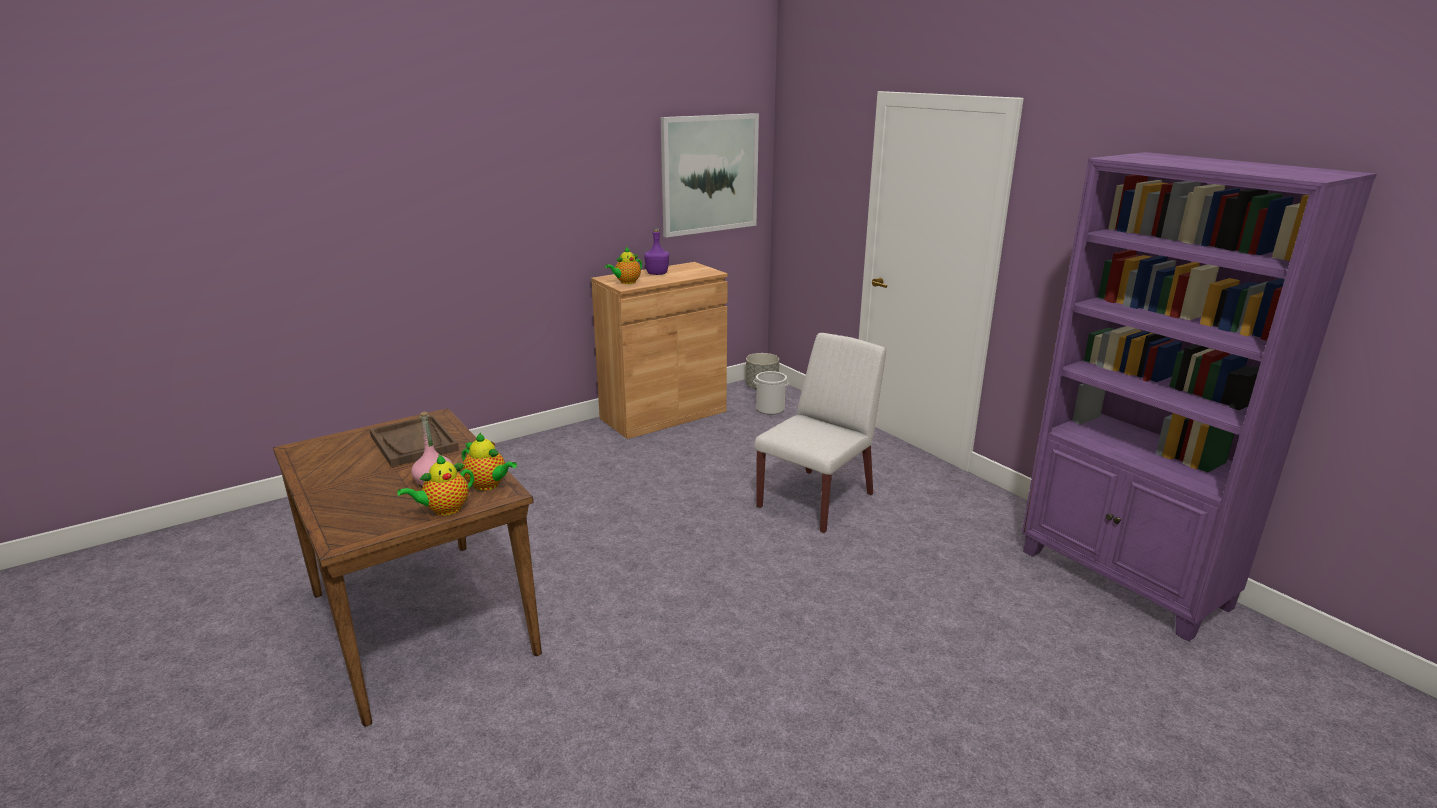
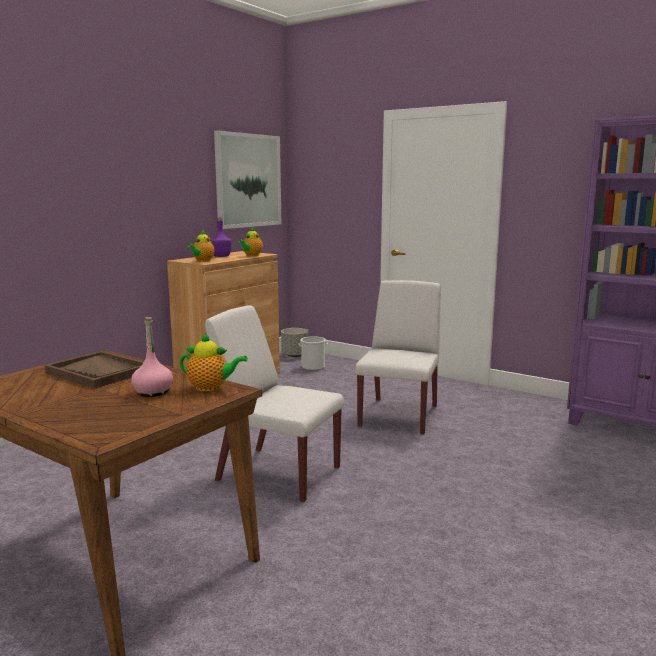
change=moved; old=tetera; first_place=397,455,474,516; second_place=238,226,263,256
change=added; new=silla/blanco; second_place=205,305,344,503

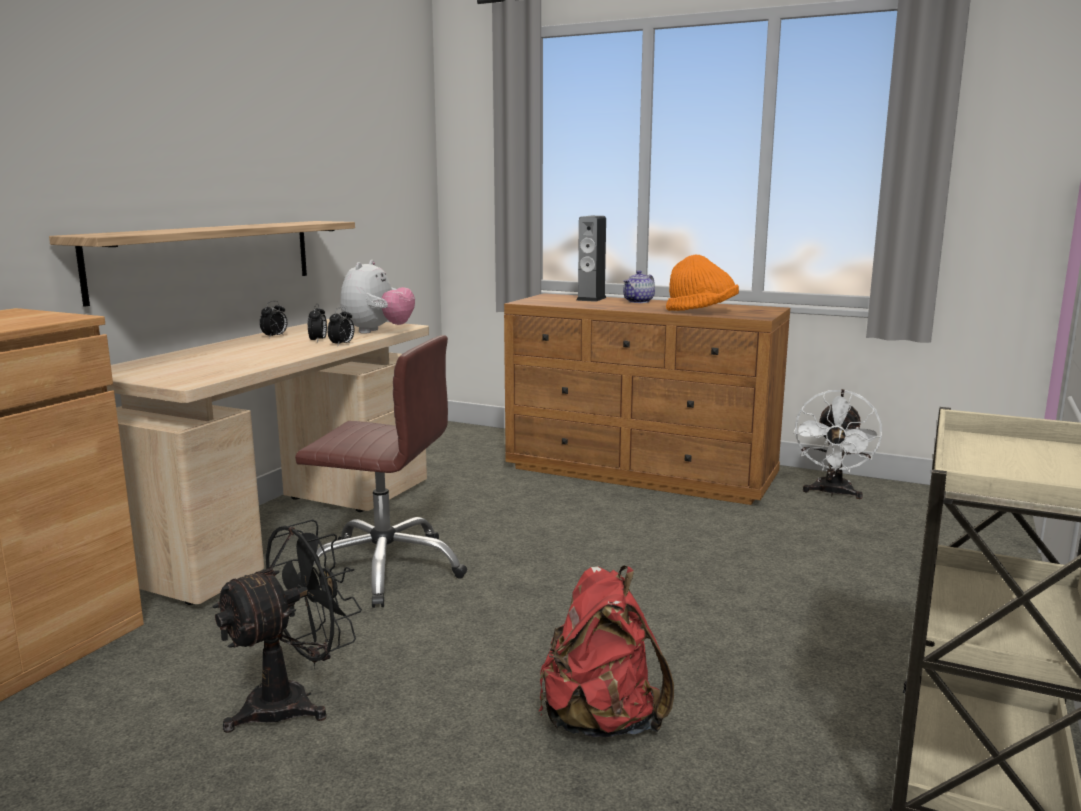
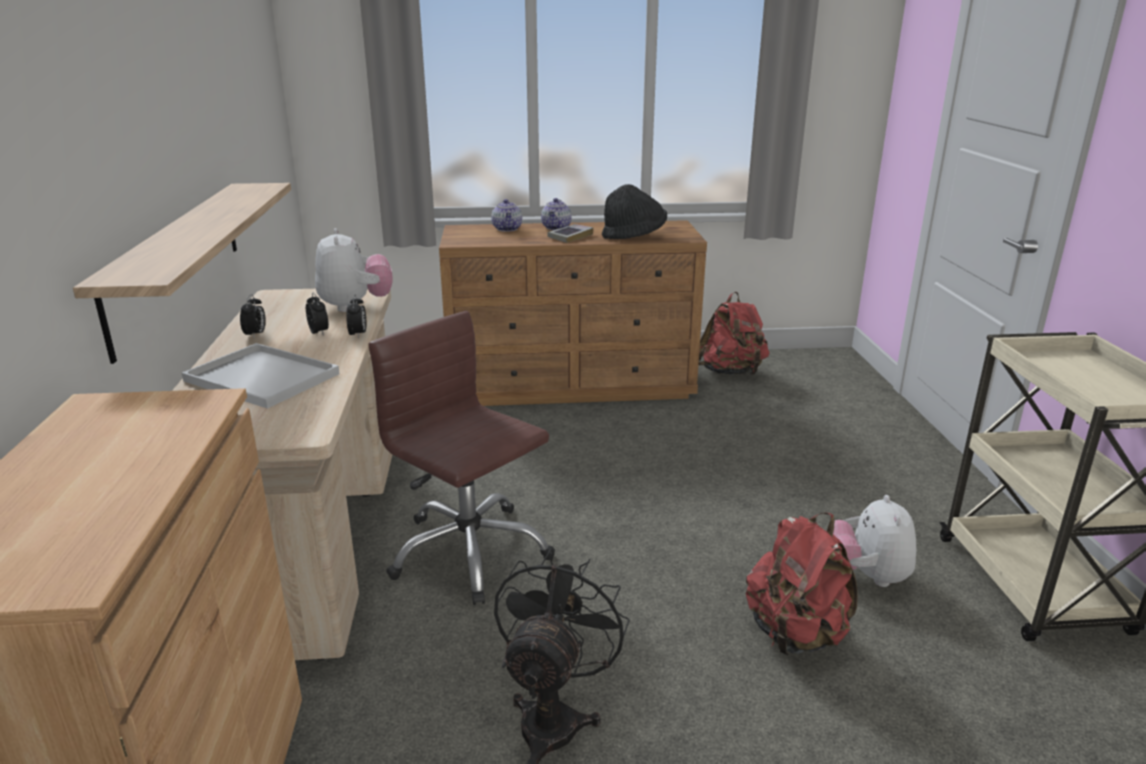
change=turned; old=silla de oficina/marrón; first_place=295,335,467,608; second_place=369,311,555,605; degrees=-120
change=replaced; old=altavoz; new=tetera; first_place=576,216,607,302; second_place=491,199,522,232
change=recoloured; old=sombrero/naranja; new=sombrero/negro; first_place=666,254,739,311; second_place=602,184,667,239
change=replaced; old=ventilador/blanco; new=mochila/rojo; first_place=793,389,882,499; second_place=699,292,770,375
change=added; new=bandeja/blanco; second_place=182,343,340,409
change=added; new=libro; second_place=547,224,593,243
change=added; new=peluche; second_place=833,495,916,587

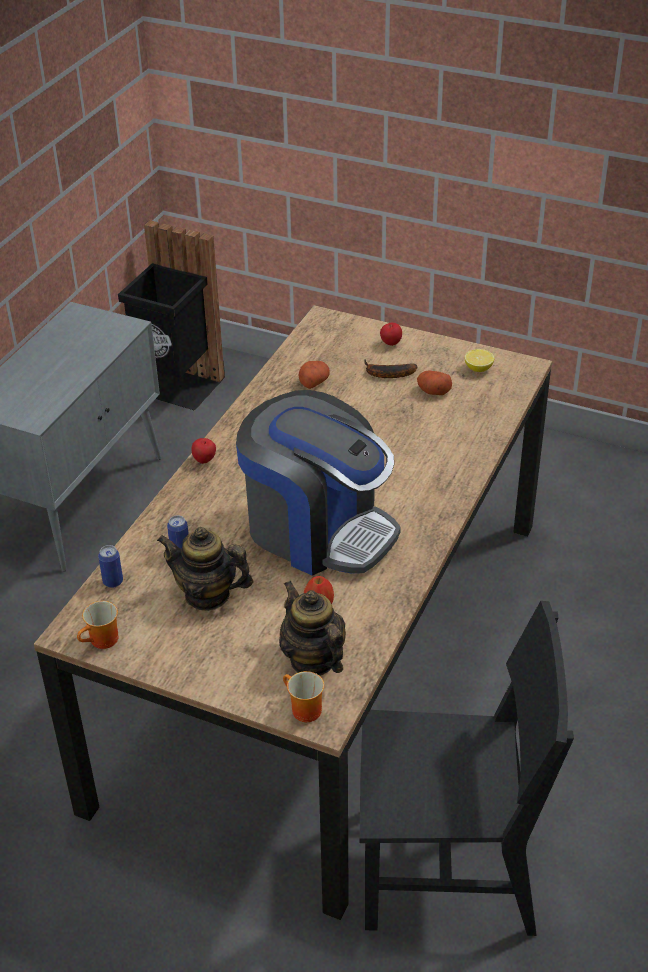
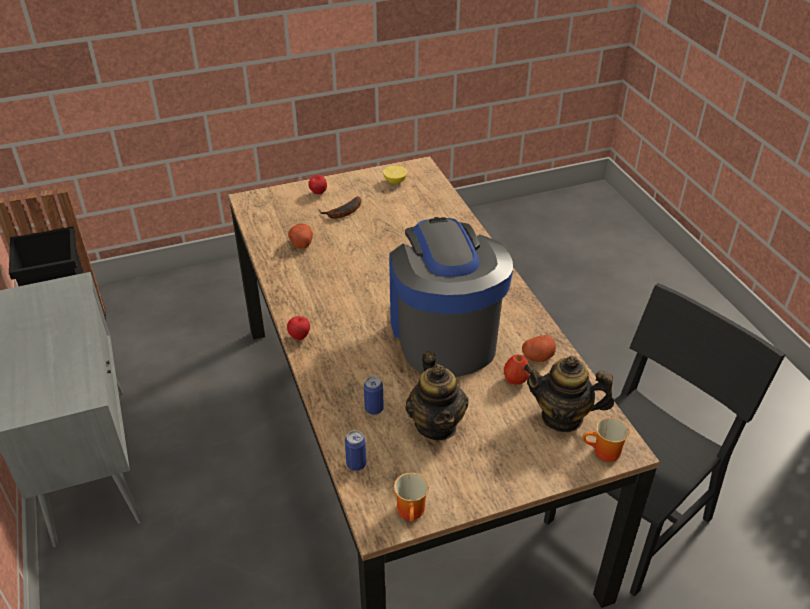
change=turned; old=tetera; first_place=157,527,254,611; second_place=405,351,468,440; degrees=-75
change=turned; old=cafetera; first_place=236,390,401,576; second_place=389,217,513,377; degrees=-90
change=moved; old=patata; first_place=417,371,452,395; second_place=522,335,556,362

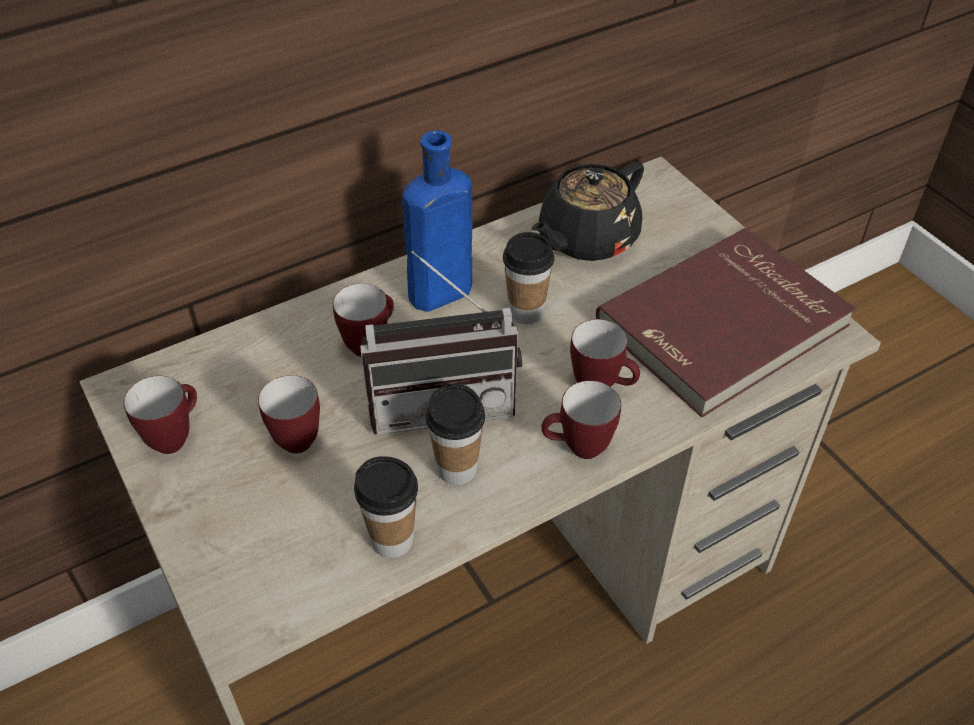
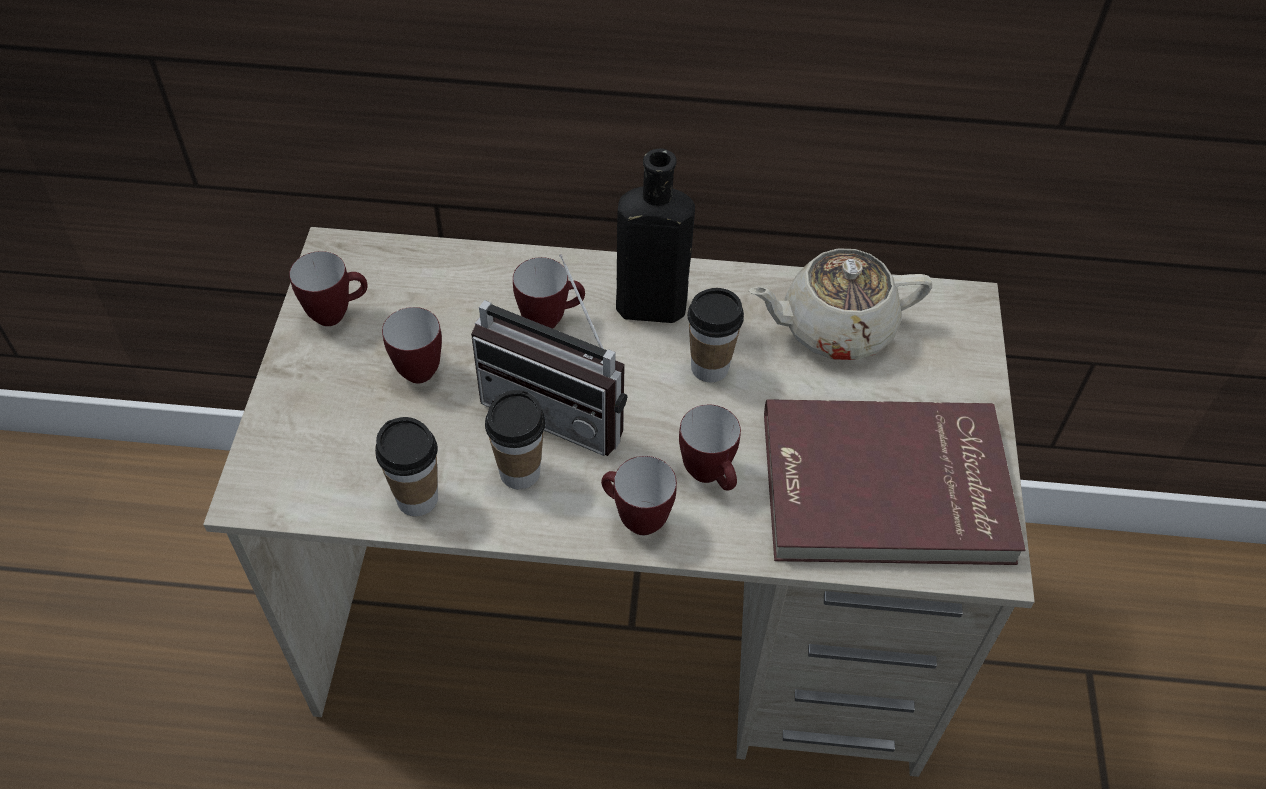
change=recoloured; old=botella/azul; new=botella/negro; first_place=402,130,472,312; second_place=616,149,695,323
change=recoloured; old=tetera/negro; new=tetera/beis; first_place=532,162,644,261; second_place=749,248,932,360

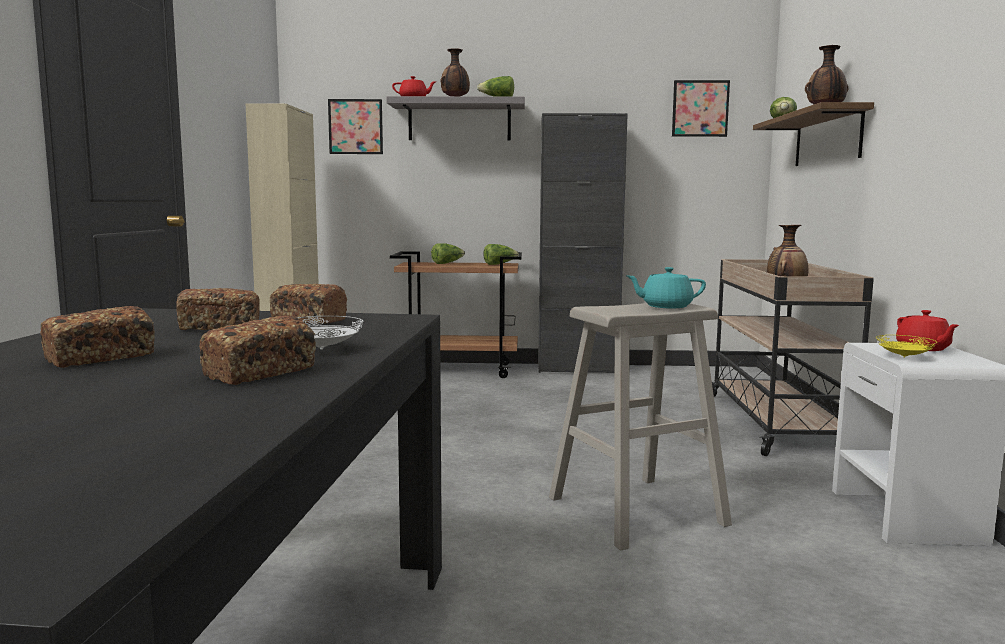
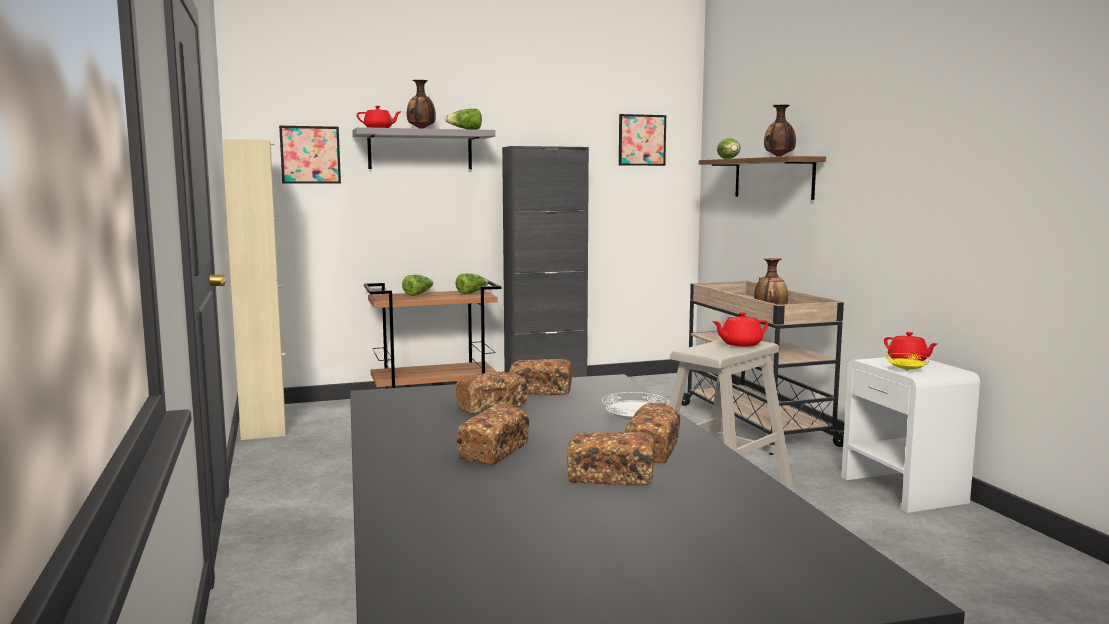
change=recoloured; old=tetera/turquesa; new=tetera/rojo; first_place=627,267,706,308; second_place=712,312,768,347
change=added; new=pan; second_place=567,432,655,486

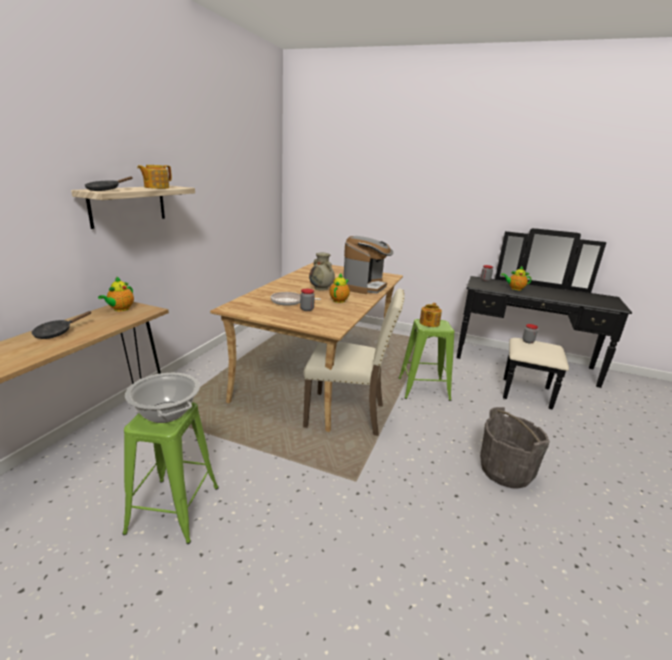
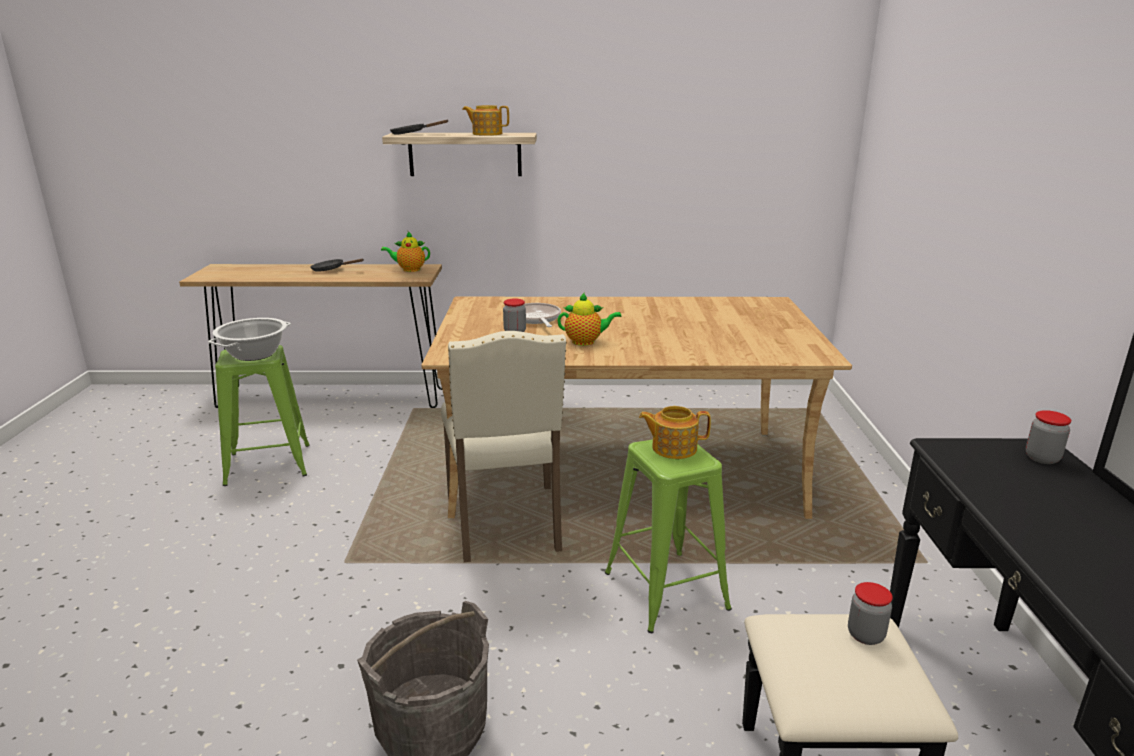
change=removed; old=florero/beis; first_place=309,253,335,291
change=removed; old=cafetera; first_place=343,236,393,294
change=removed; old=tetera; first_place=501,266,531,291

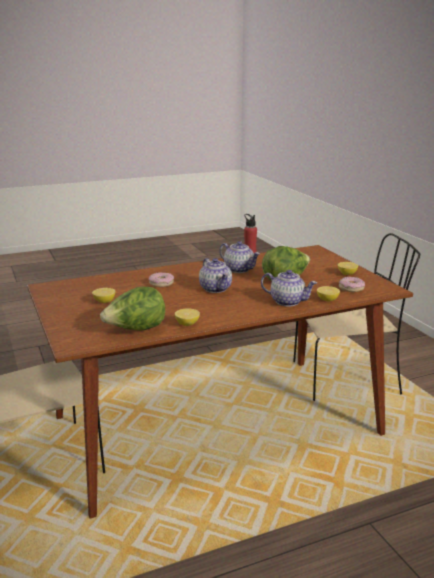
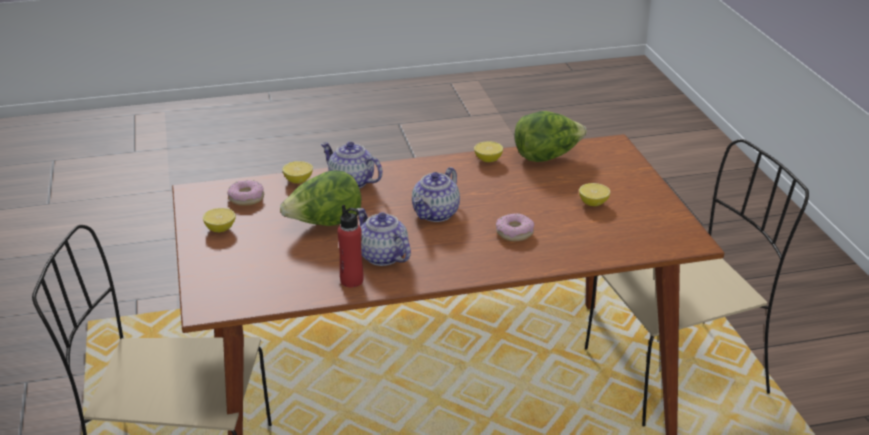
change=turned; old=tetera; first_place=199,258,232,293; second_place=412,167,460,222; degrees=-135

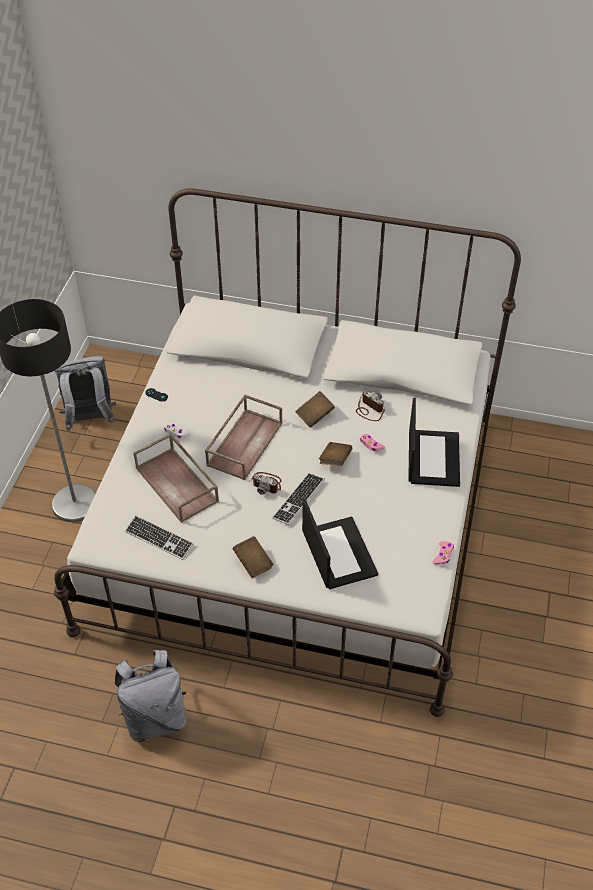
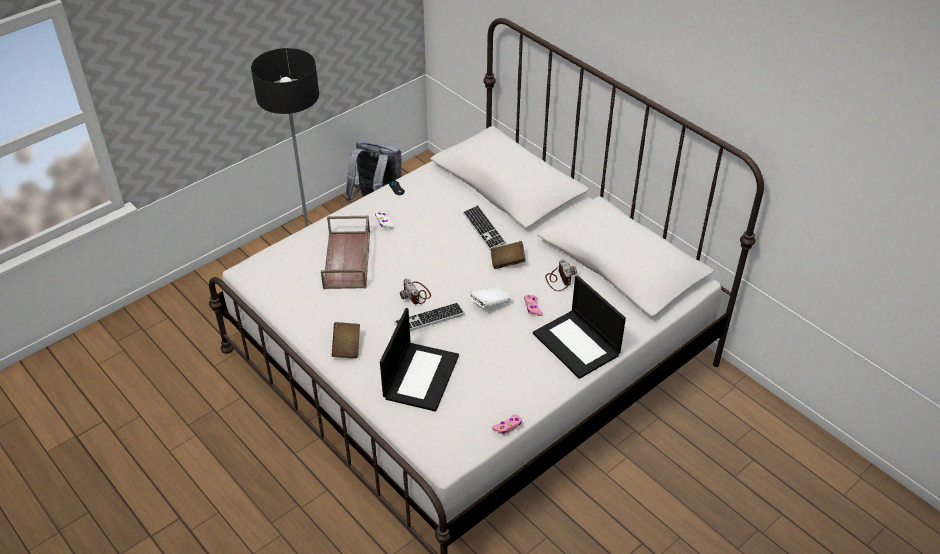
change=removed; old=mochila/gris; first_place=115,650,186,742
change=moved; old=teclado; first_place=125,515,194,560; second_place=463,205,506,250
change=removed; old=bandeja/marrón; first_place=205,394,283,480
change=recoloured; old=libro/marrón; new=libro/blanco; first_place=319,442,353,466; second_place=470,287,511,308
change=turned; old=portátil; first_place=408,398,460,487; second_place=533,275,626,379; degrees=105

